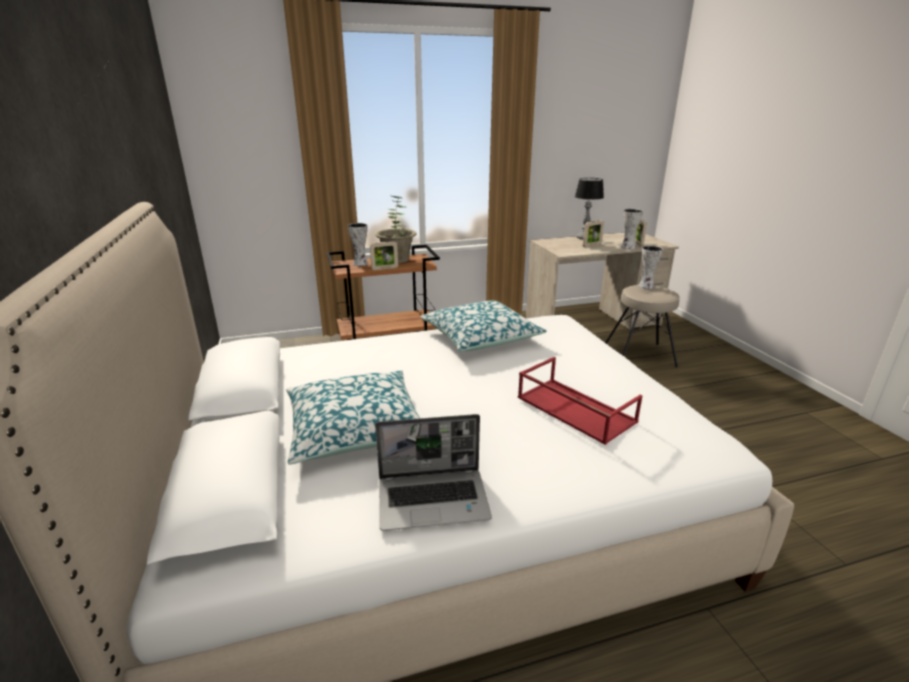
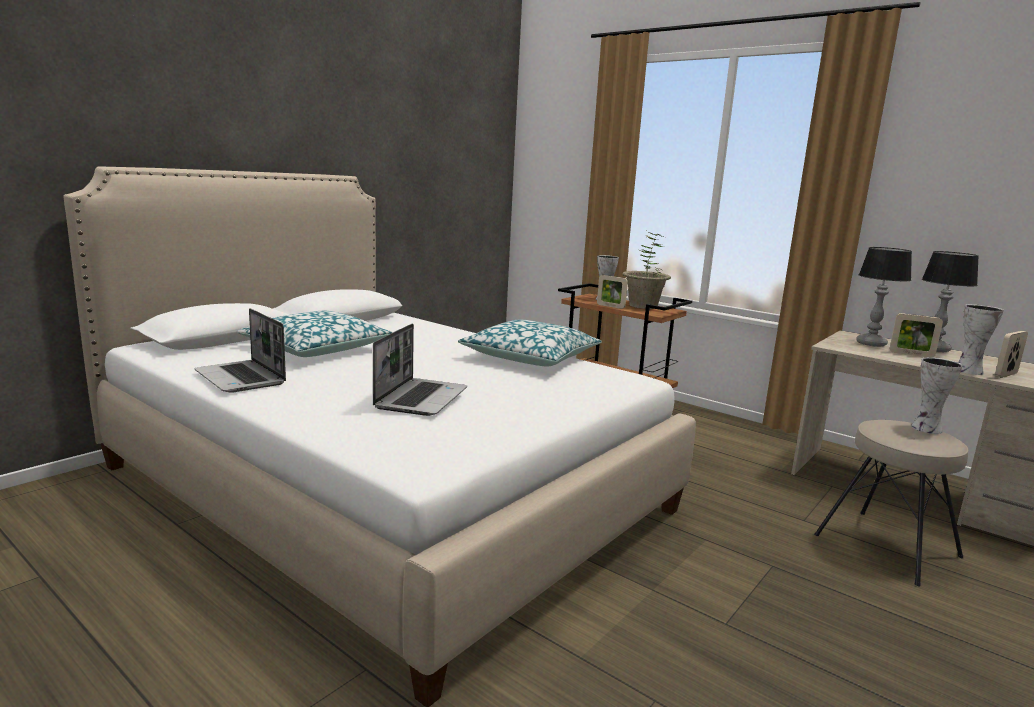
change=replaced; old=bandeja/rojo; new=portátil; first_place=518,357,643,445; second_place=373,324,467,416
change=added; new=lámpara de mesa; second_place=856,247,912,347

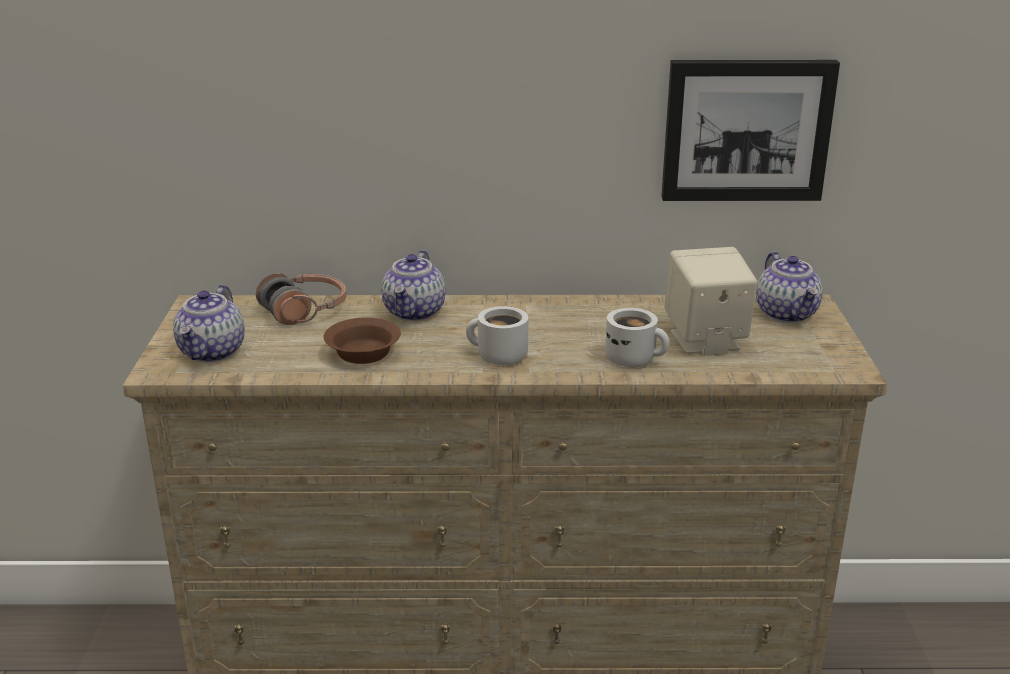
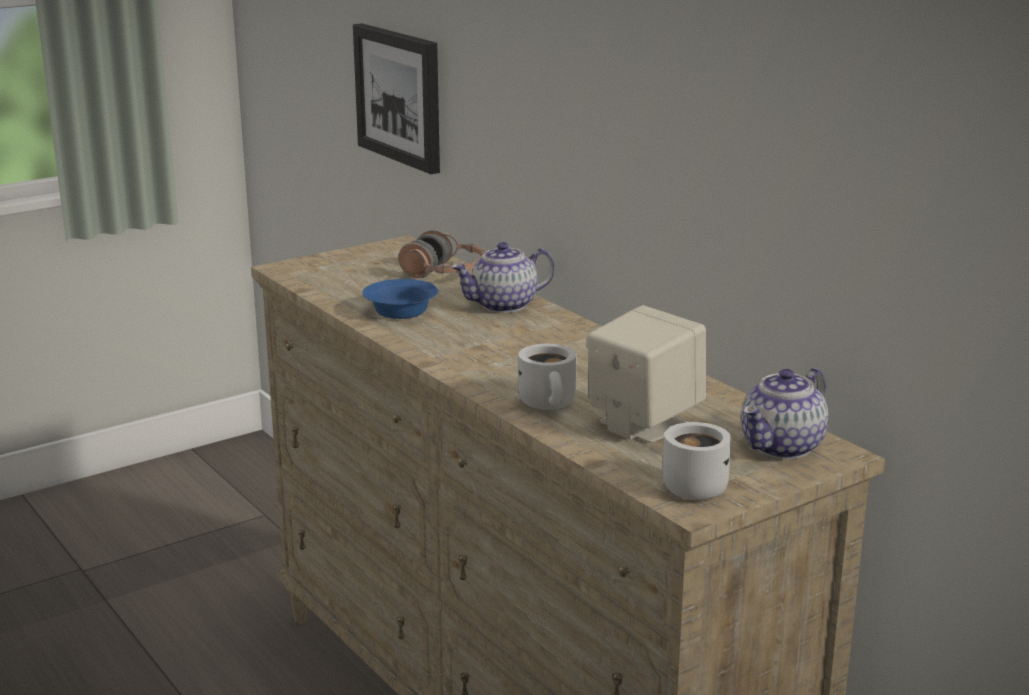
change=removed; old=tetera; first_place=173,285,245,362
change=recoloured; old=cuenco/marrón; new=cuenco/azul; first_place=323,317,401,364; second_place=362,279,438,319
change=moved; old=taza grande/blanco; first_place=466,306,528,365; second_place=663,422,731,500
change=moved; old=cuadro; first_place=661,60,840,201; second_place=353,23,440,174

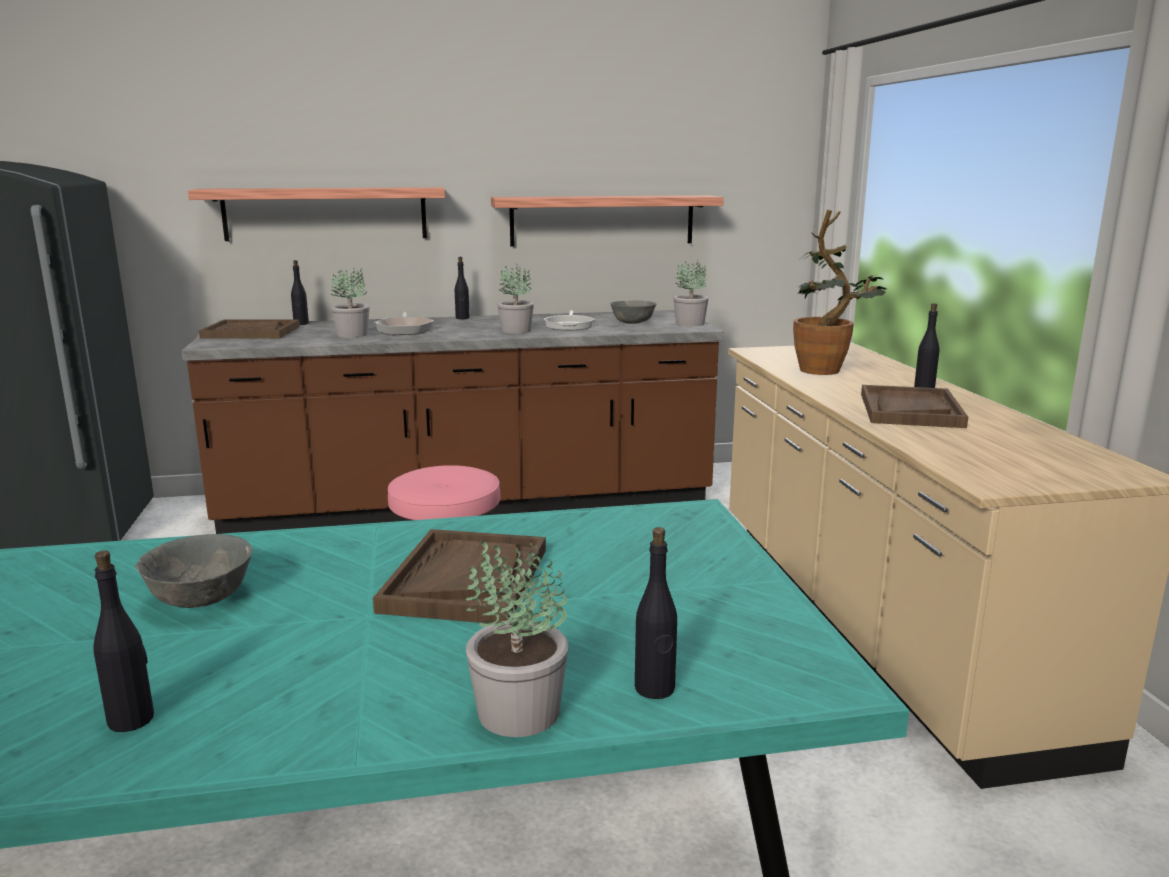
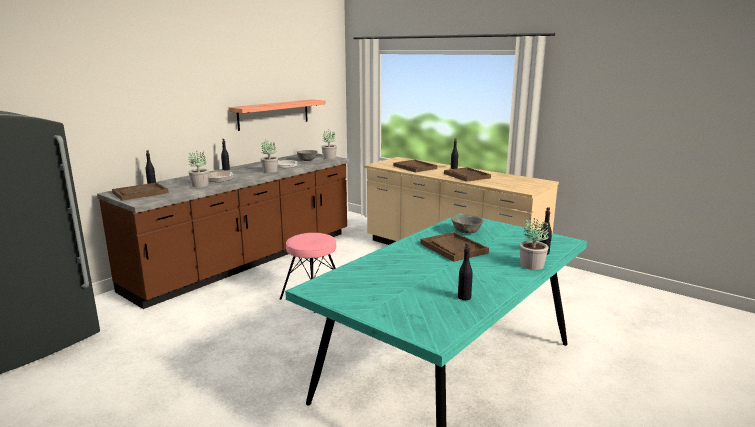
change=moved; old=cuenco/gris; first_place=135,534,252,608; second_place=451,214,483,234
change=removed; old=estante; first_place=188,187,445,241
change=replaced; old=planta en maceta; new=bandeja/marrón; first_place=793,210,886,375; second_place=394,160,437,172

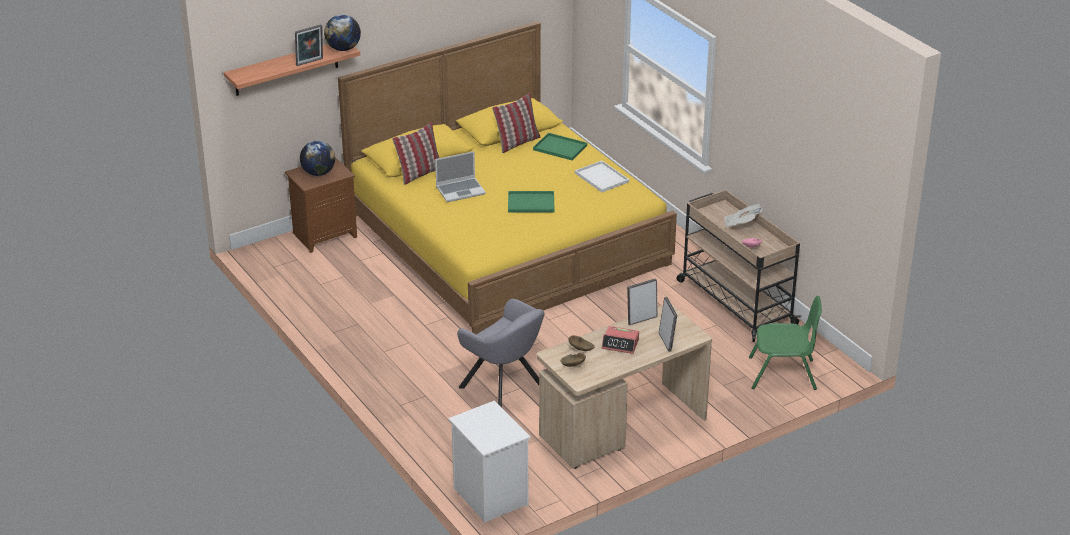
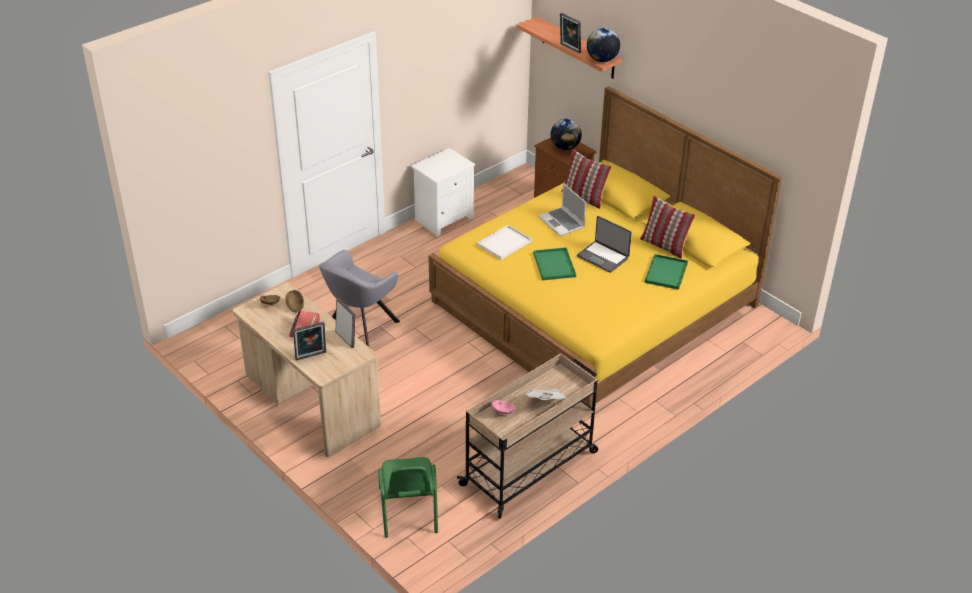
change=moved; old=mesita de noche/blanco; first_place=448,400,530,523; second_place=411,148,475,237
change=moved; old=bandeja/blanco; first_place=575,161,629,192; second_place=477,225,532,260
change=added; new=portátil; second_place=577,216,632,273

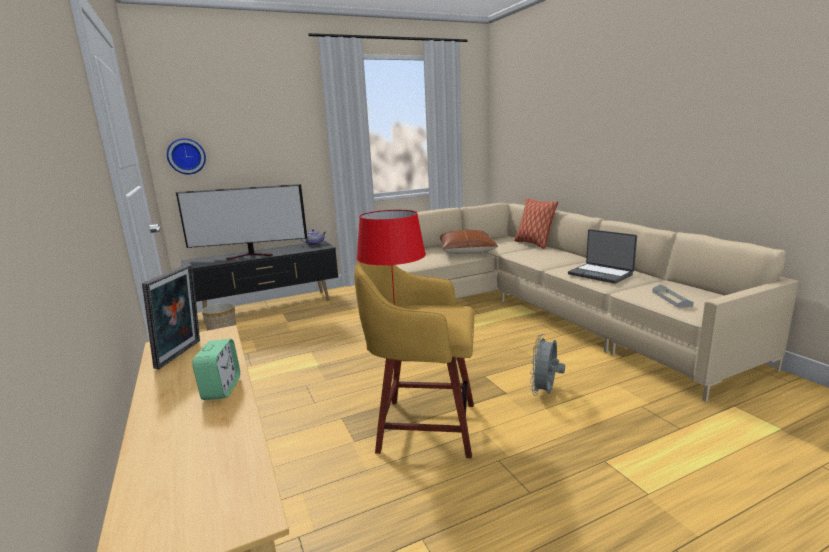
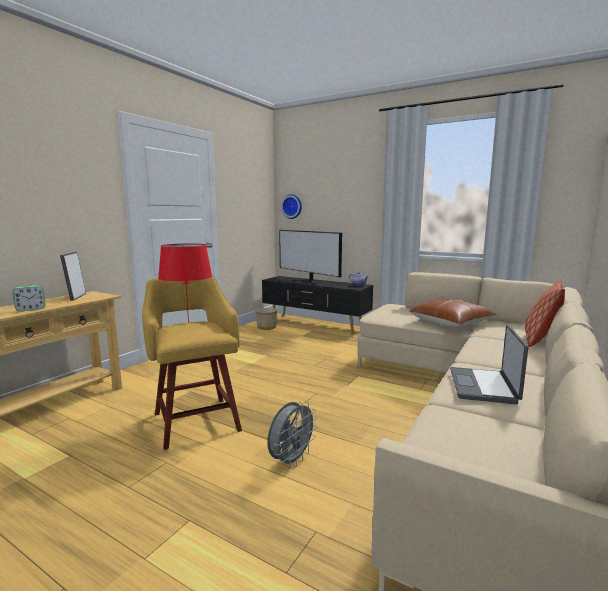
change=turned; old=portarretratos; first_place=142,264,200,369; second_place=60,252,86,301; degrees=105
change=turned; old=ventilador/gris; first_place=530,334,565,396; second_place=267,401,318,469; degrees=135
change=removed; old=bandeja/gris; first_place=653,285,694,308

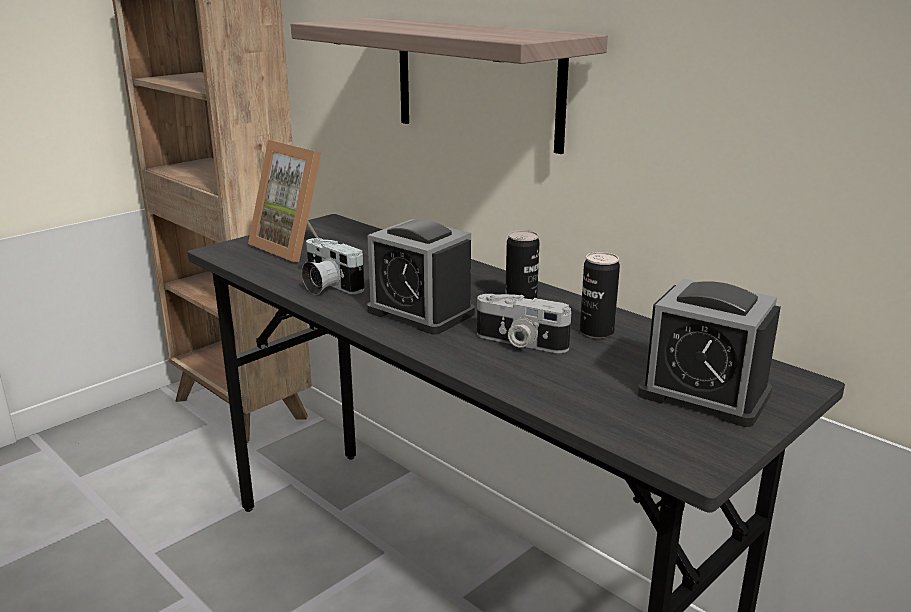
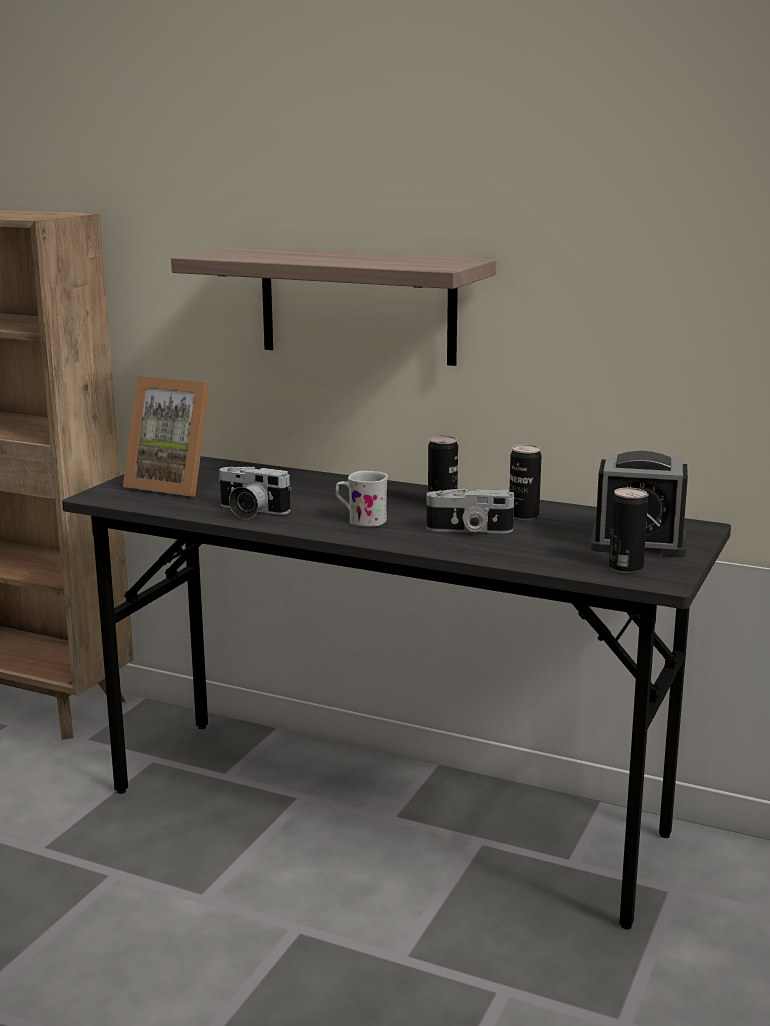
change=replaced; old=despertador; new=taza grande/blanco; first_place=367,219,475,335; second_place=336,471,388,527
change=added; new=lata; second_place=609,488,648,573

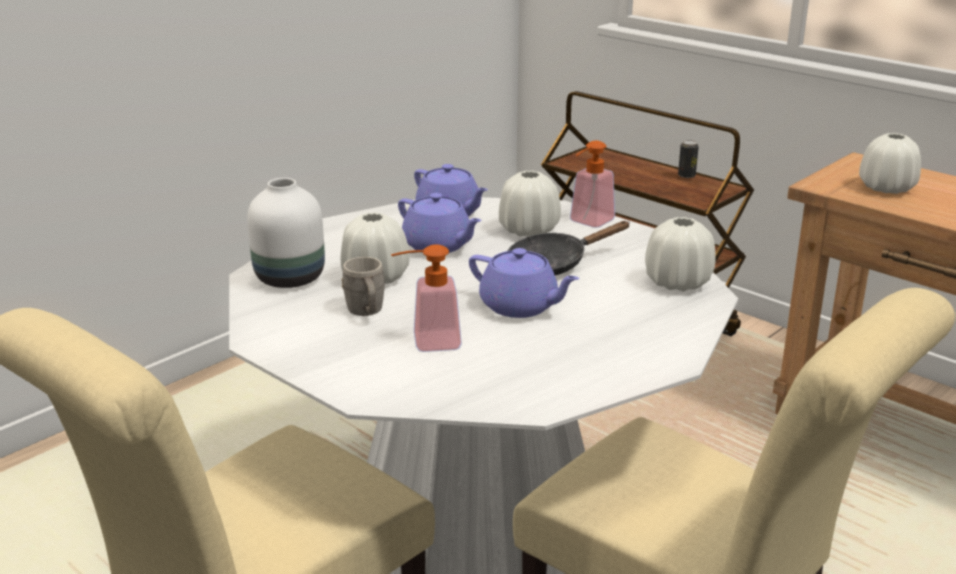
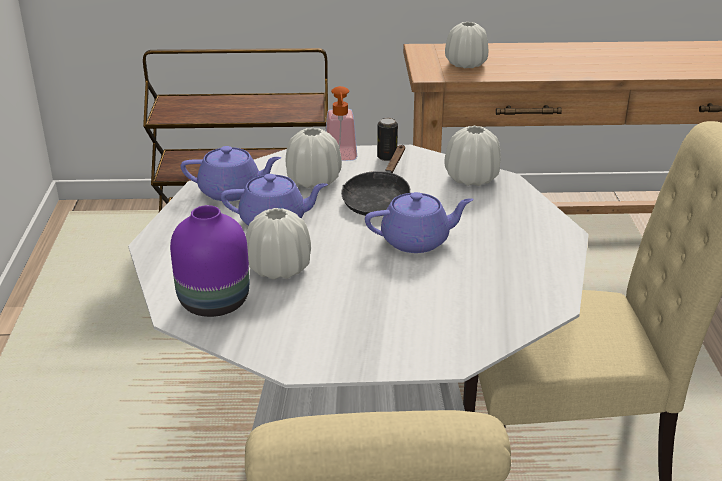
change=recoloured; old=florero/blanco; new=florero/morado; first_place=247,178,325,288; second_place=170,205,250,317
change=removed; old=taza grande/gris; first_place=342,257,384,316
change=removed; old=dispensador de jabón; first_place=391,244,462,352
change=moved; old=lata; first_place=678,140,699,178; second_place=377,118,398,161

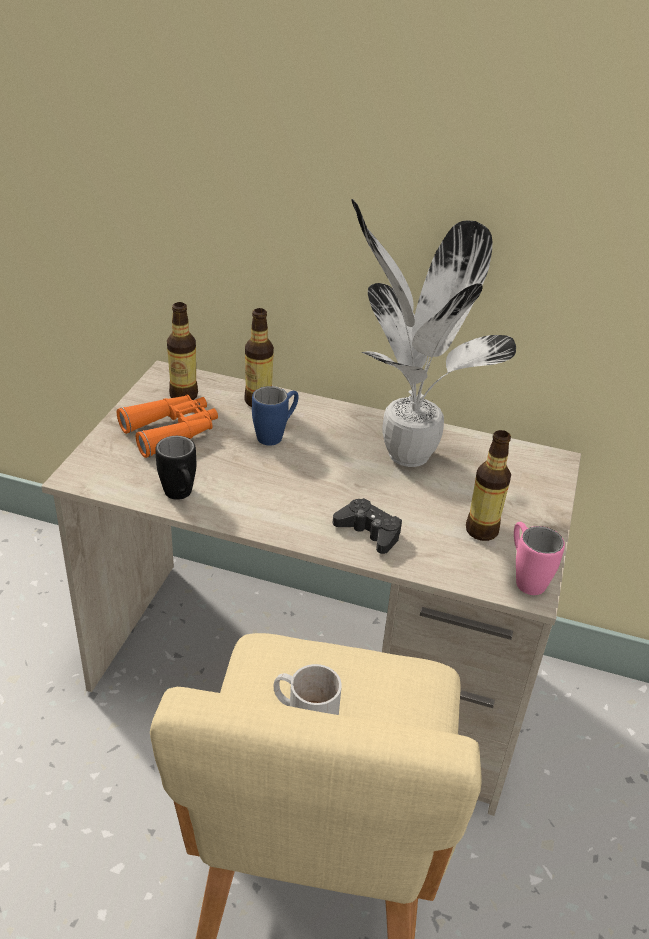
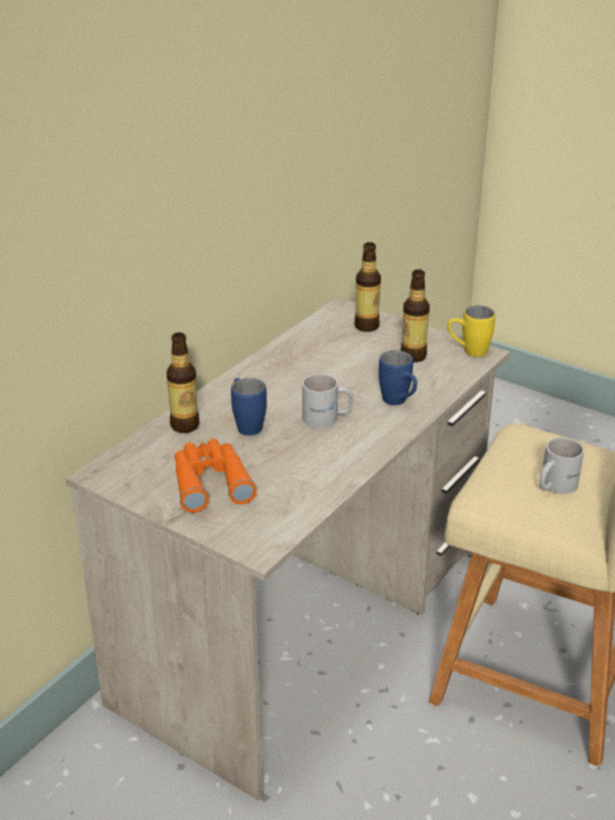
change=removed; old=taza grande/negro; first_place=155,436,196,500
change=moved; old=botella; first_place=167,302,198,400; second_place=354,242,381,332
change=replaced; old=mando de consola/negro; new=taza grande/azul; first_place=333,498,402,554; second_place=379,350,417,405
change=removed; old=planta en maceta; first_place=352,199,516,467
change=recoloured; old=taza grande/rosa; new=taza grande/amarillo; first_place=514,522,565,595; second_place=447,306,495,357
change=added; new=taza grande/blanco; second_place=302,374,354,428

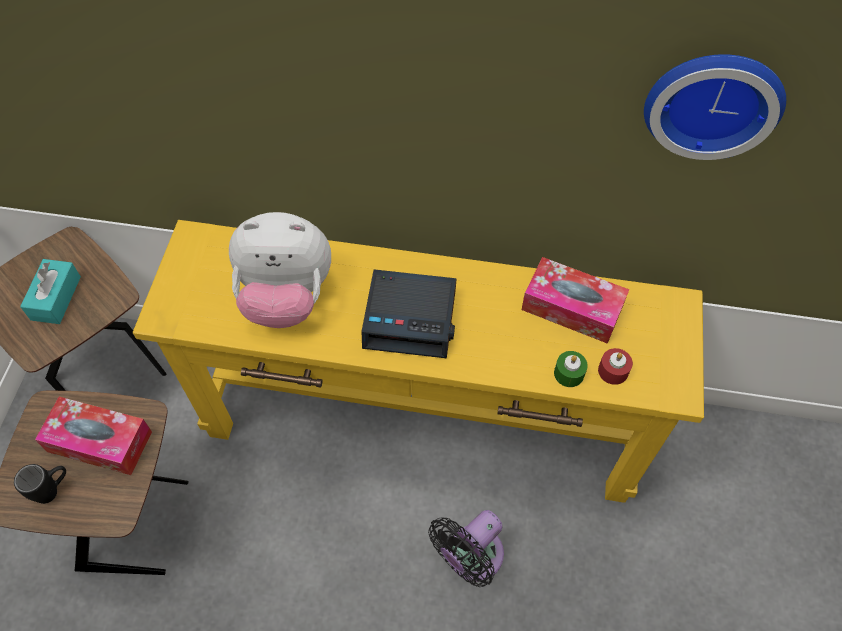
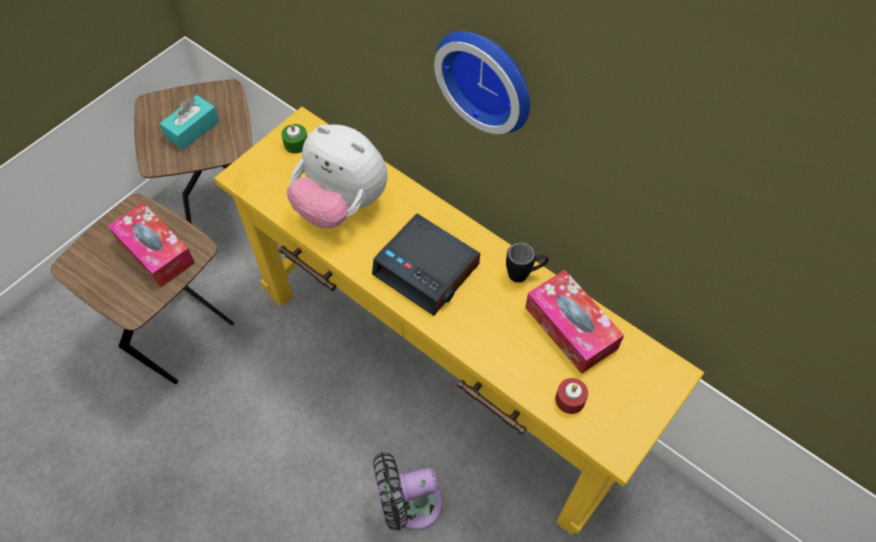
change=moved; old=taza grande/negro; first_place=14,464,66,504; second_place=506,242,549,283
change=moved; old=vela/verde; first_place=554,351,588,387; second_place=281,124,307,154
change=moved; old=reloj de pared; first_place=644,54,786,160; second_place=434,31,530,134

